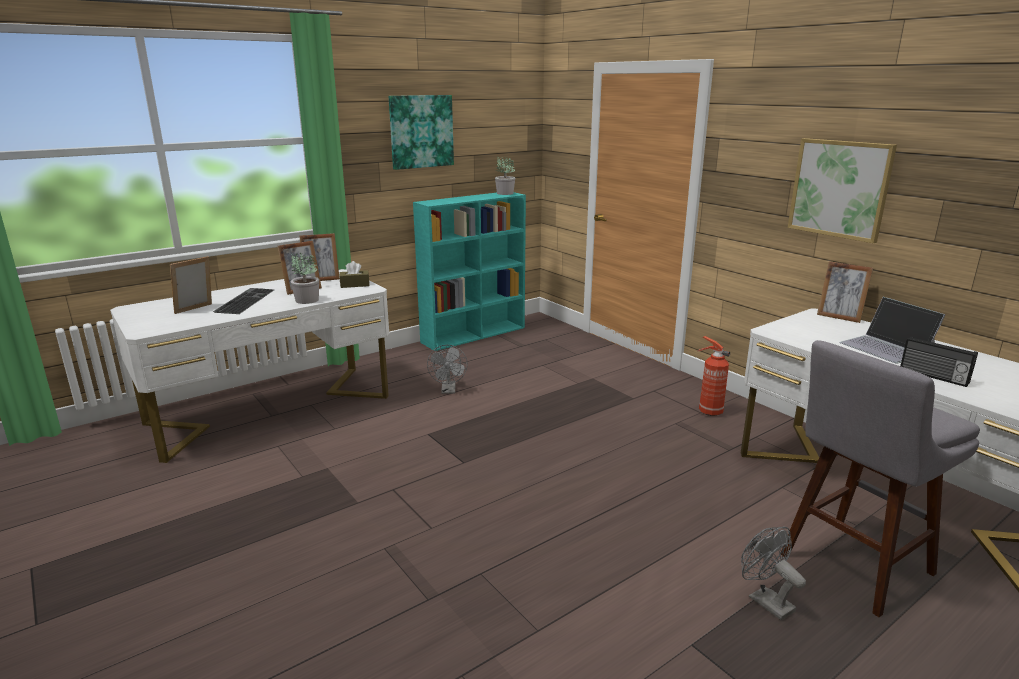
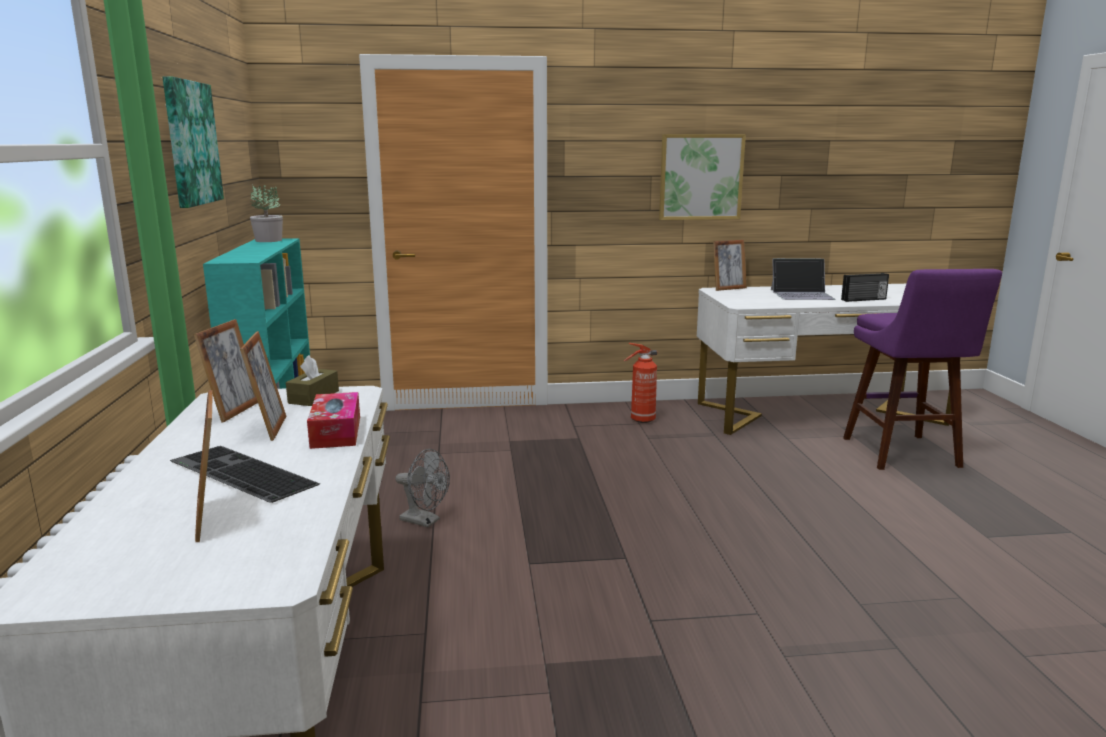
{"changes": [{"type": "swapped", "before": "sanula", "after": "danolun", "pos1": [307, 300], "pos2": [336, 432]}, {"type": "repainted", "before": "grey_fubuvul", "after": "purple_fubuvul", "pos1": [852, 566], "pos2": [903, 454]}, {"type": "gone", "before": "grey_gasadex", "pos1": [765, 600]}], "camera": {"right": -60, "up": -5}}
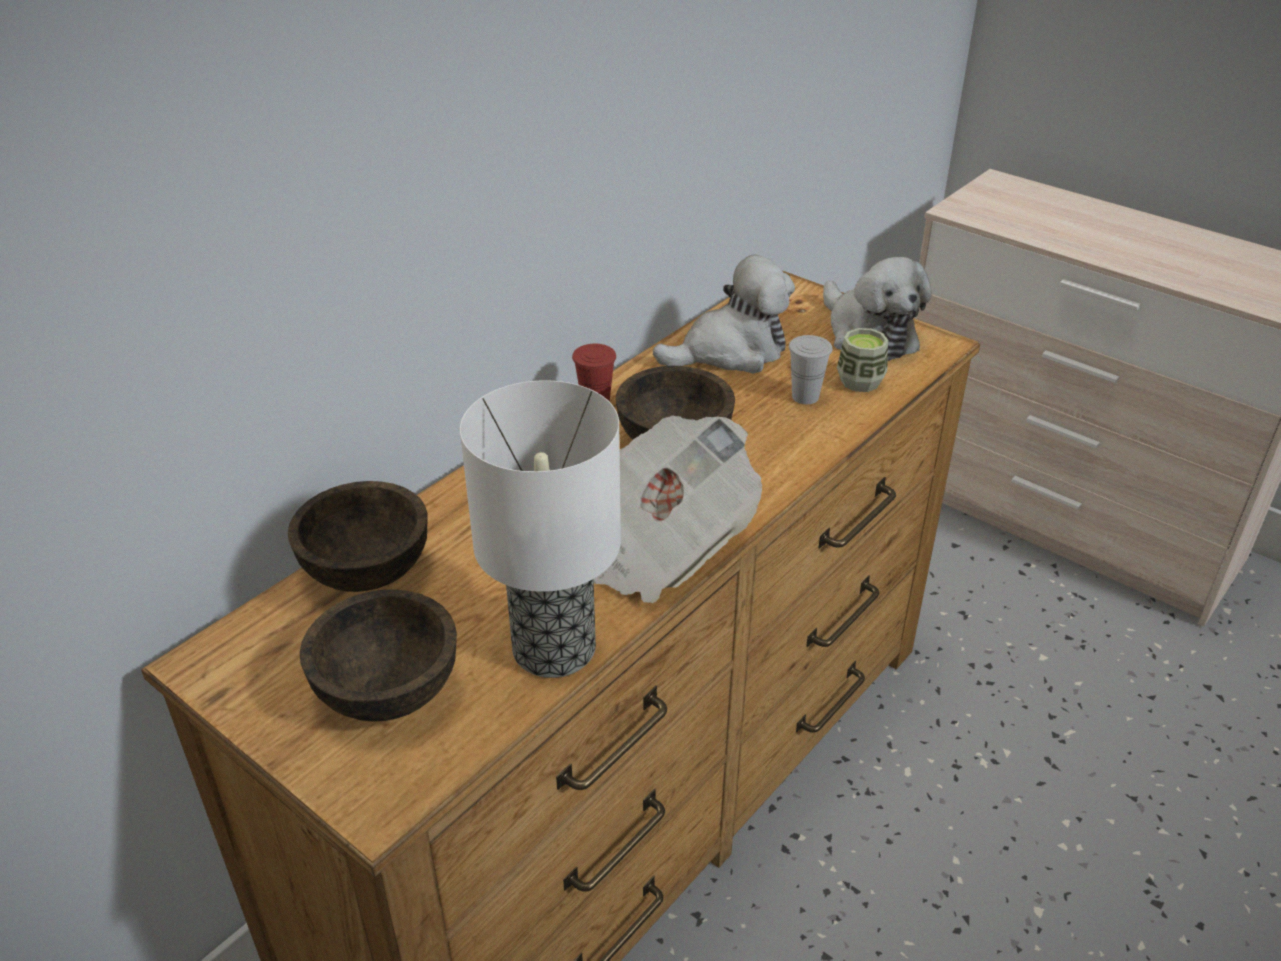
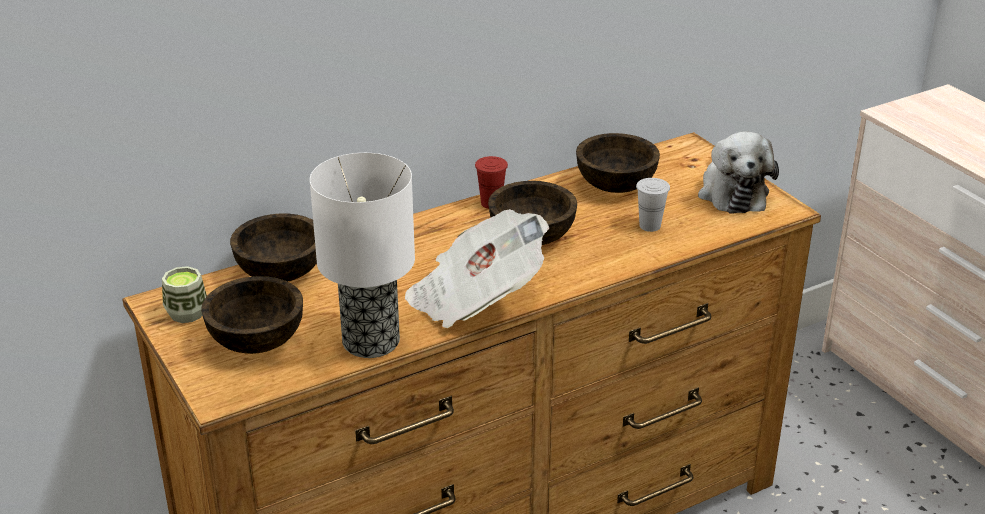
{"changes": [{"type": "swapped", "before": "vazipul", "after": "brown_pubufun", "pos1": [730, 352], "pos2": [615, 185]}, {"type": "shifted", "before": "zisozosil", "pos1": [860, 381], "pos2": [187, 313]}], "camera": {"right": 20, "up": -5}}
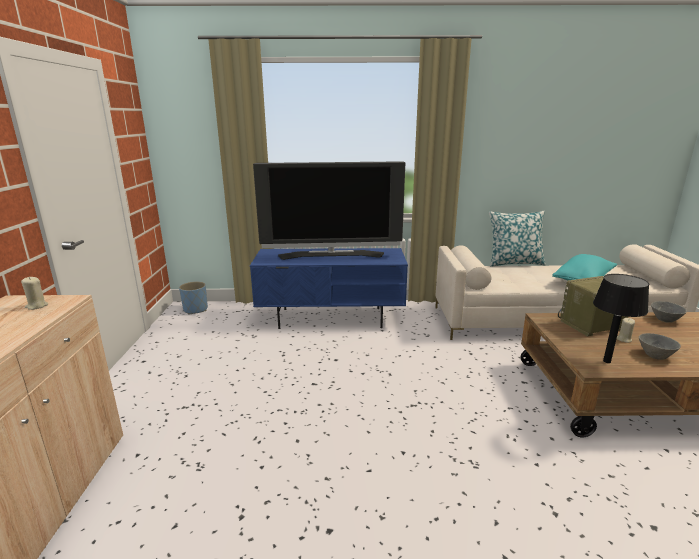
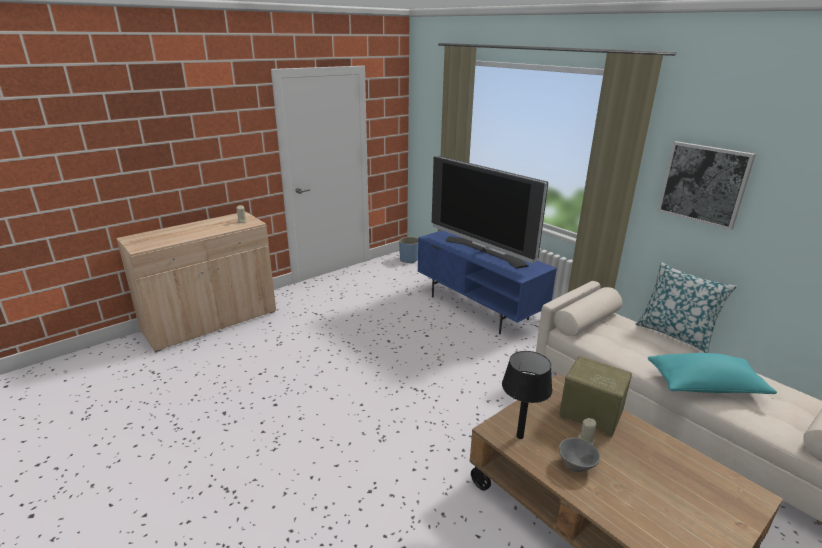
{"changes": [{"type": "gone", "before": "grey_pubufun", "pos1": [664, 319]}, {"type": "new", "after": "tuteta", "pos2": [704, 184]}], "camera": {"right": 50, "up": 5}}
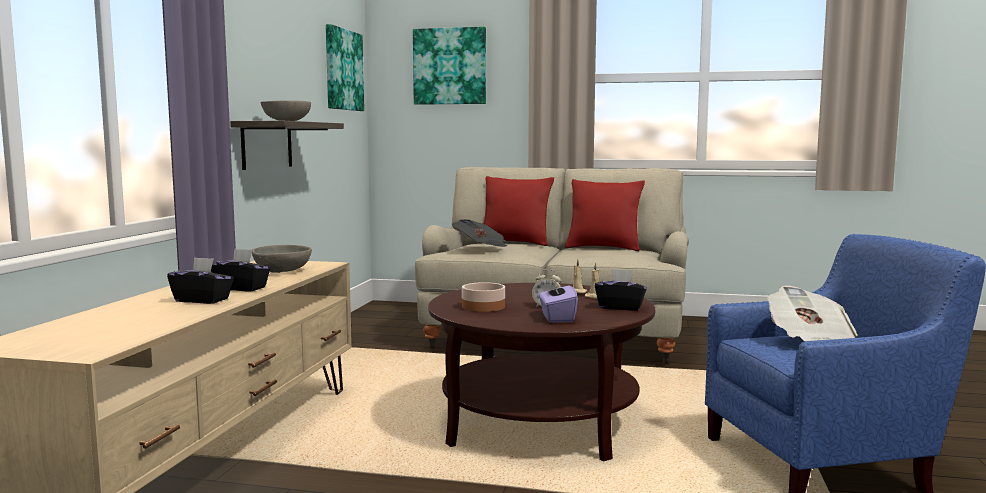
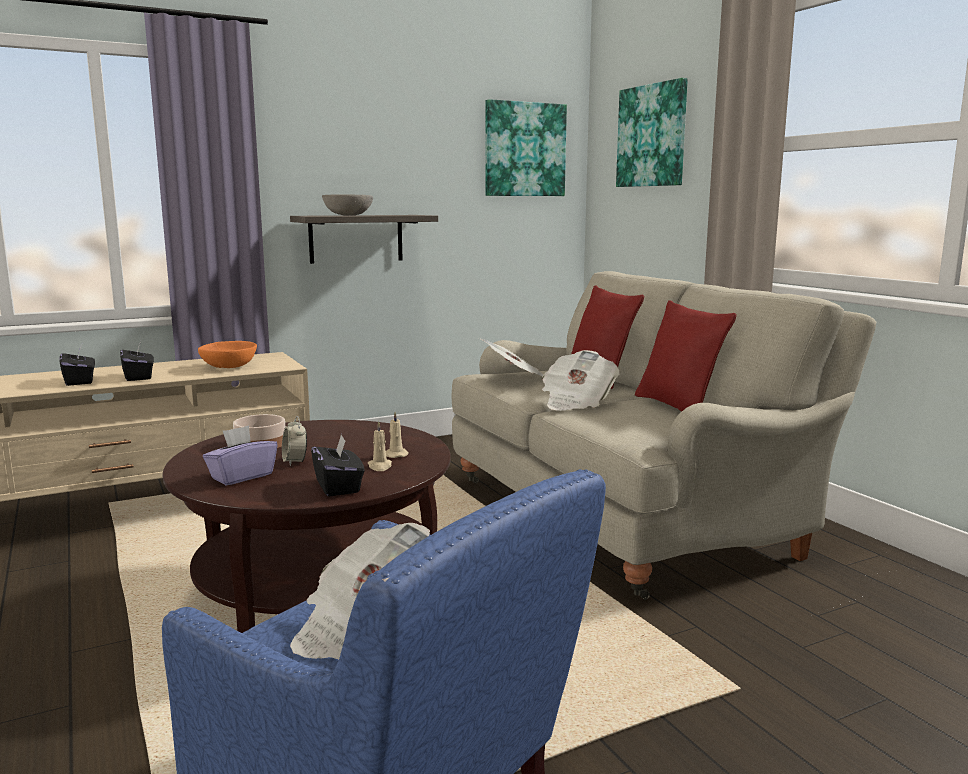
{"changes": [{"type": "repainted", "before": "grey_pubufun", "after": "orange_pubufun", "pos1": [282, 271], "pos2": [228, 367]}, {"type": "new", "after": "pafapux", "pos2": [576, 402]}], "camera": {"right": 50, "up": 5}}
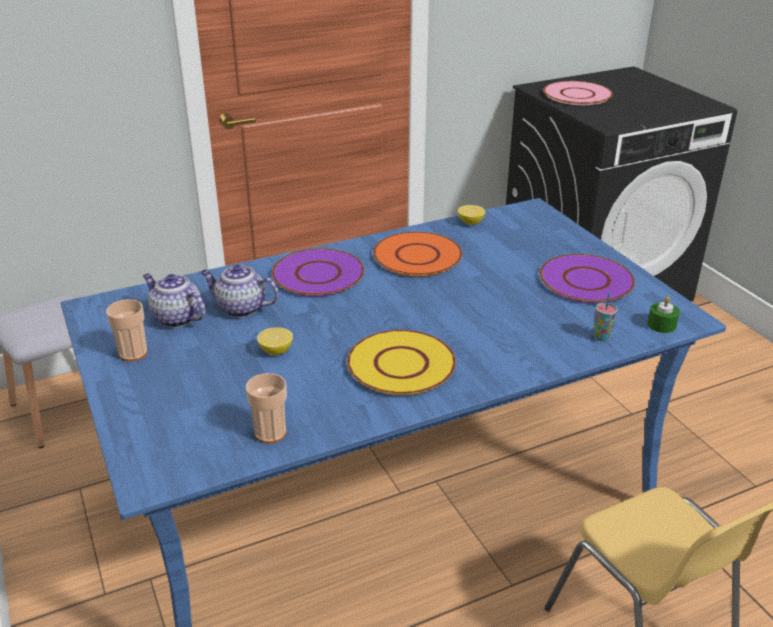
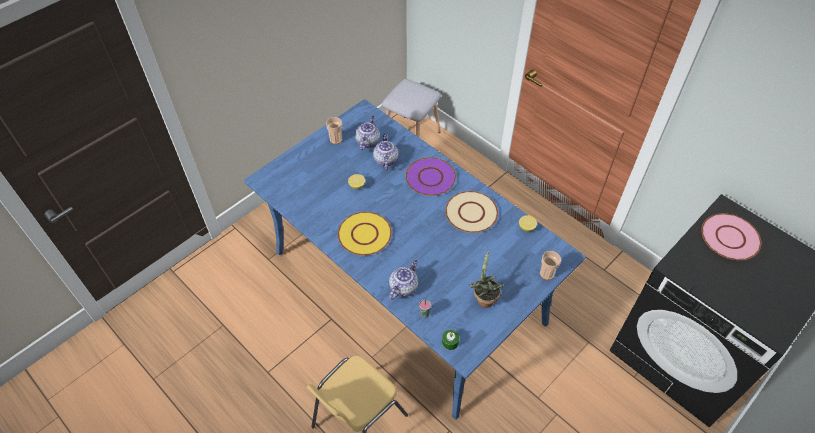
{"changes": [{"type": "repainted", "before": "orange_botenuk", "after": "beige_botenuk", "pos1": [417, 256], "pos2": [471, 212]}, {"type": "swapped", "before": "purple_botenuk", "after": "sanula", "pos1": [586, 280], "pos2": [484, 298]}, {"type": "shifted", "before": "zisozosil", "pos1": [270, 433], "pos2": [546, 274]}, {"type": "new", "after": "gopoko", "pos2": [403, 287]}], "camera": {"right": 70, "up": 20}}
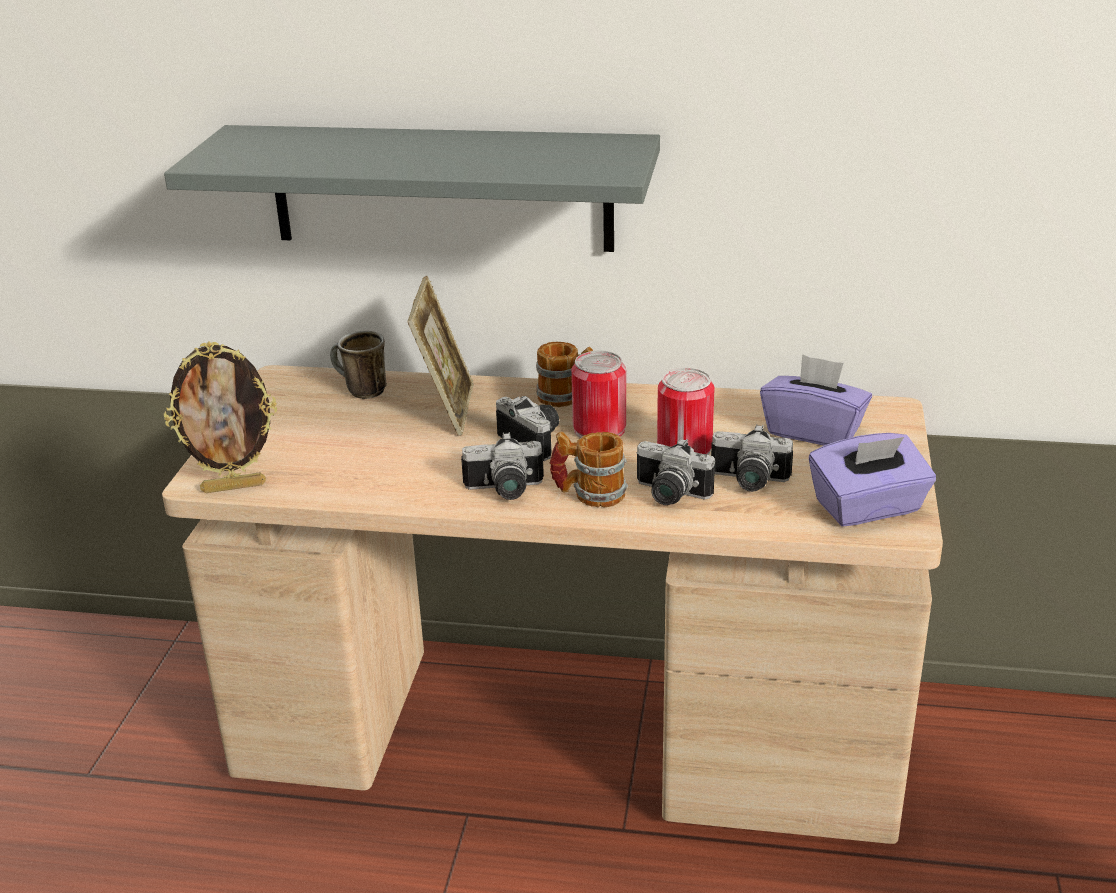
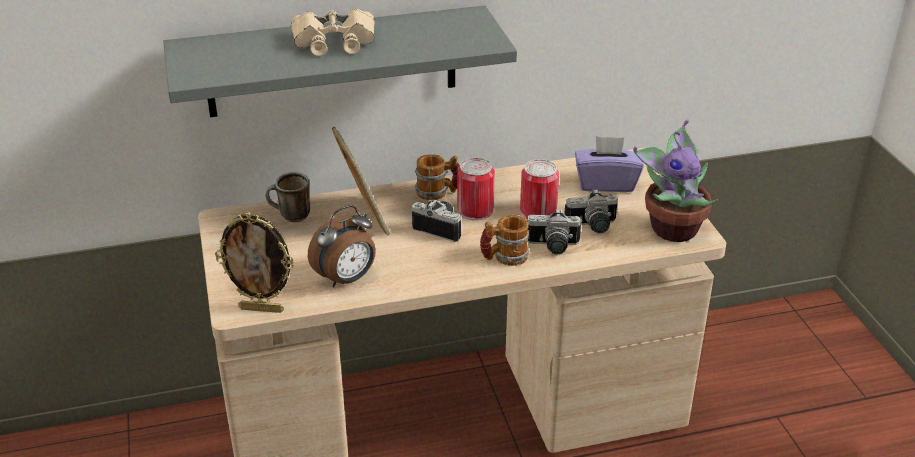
{"changes": [{"type": "rotated", "before": "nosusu", "pos1": [234, 486], "pos2": [262, 309], "turn": 45}, {"type": "gone", "before": "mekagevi", "pos1": [504, 491]}, {"type": "swapped", "before": "purple_danolun", "after": "sanula", "pos1": [868, 508], "pos2": [671, 228]}, {"type": "new", "after": "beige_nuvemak", "pos2": [334, 41]}, {"type": "new", "after": "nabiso", "pos2": [346, 279]}], "camera": {"right": -25, "up": 5}}
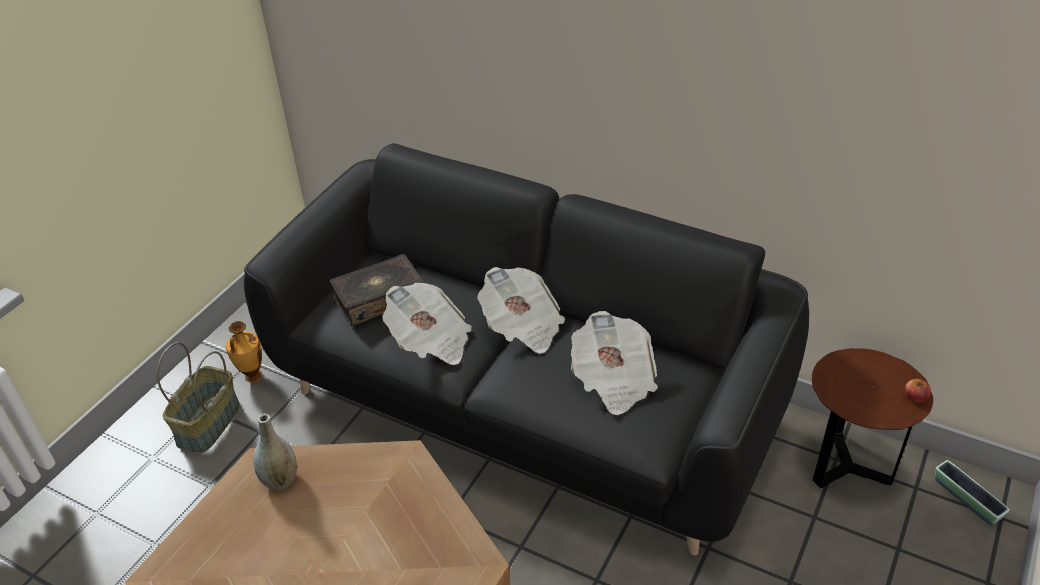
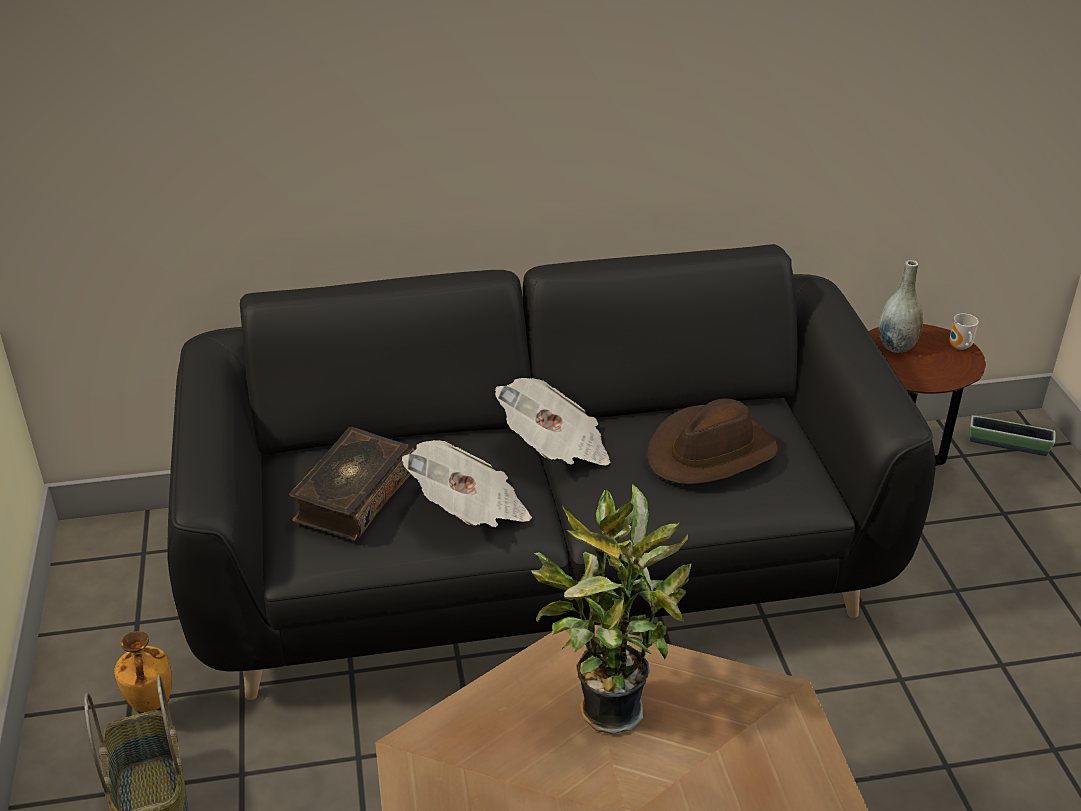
{"changes": [{"type": "swapped", "before": "pafapux", "after": "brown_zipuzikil", "pos1": [613, 380], "pos2": [711, 453]}, {"type": "swapped", "before": "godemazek", "after": "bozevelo", "pos1": [915, 396], "pos2": [959, 347]}, {"type": "shifted", "before": "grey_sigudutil", "pos1": [280, 480], "pos2": [896, 346]}, {"type": "new", "after": "sanula", "pos2": [604, 707]}], "camera": {"right": -40, "up": -5}}
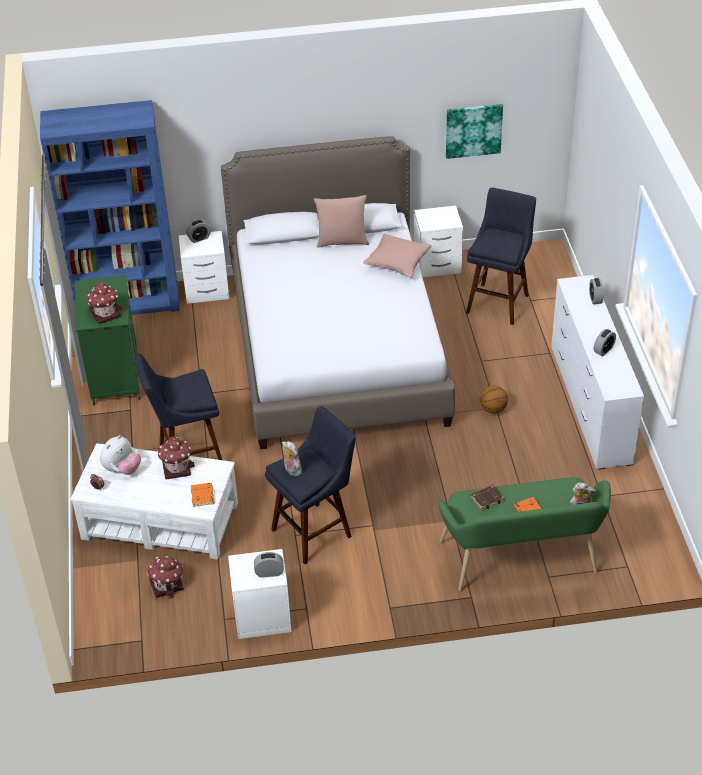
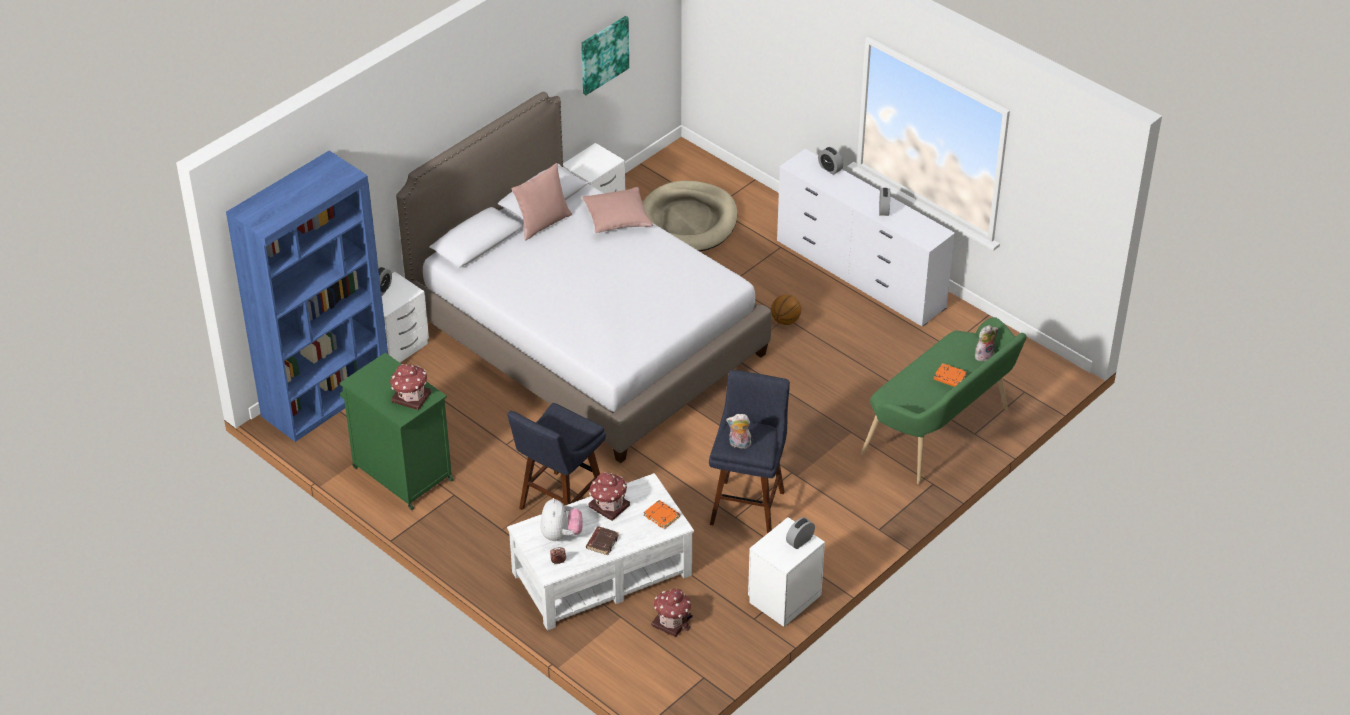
{"changes": [{"type": "swapped", "before": "blue_fubuvul", "after": "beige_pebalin", "pos1": [498, 301], "pos2": [687, 222]}, {"type": "shifted", "before": "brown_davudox", "pos1": [487, 499], "pos2": [602, 542]}], "camera": {"right": -40, "up": 0}}
